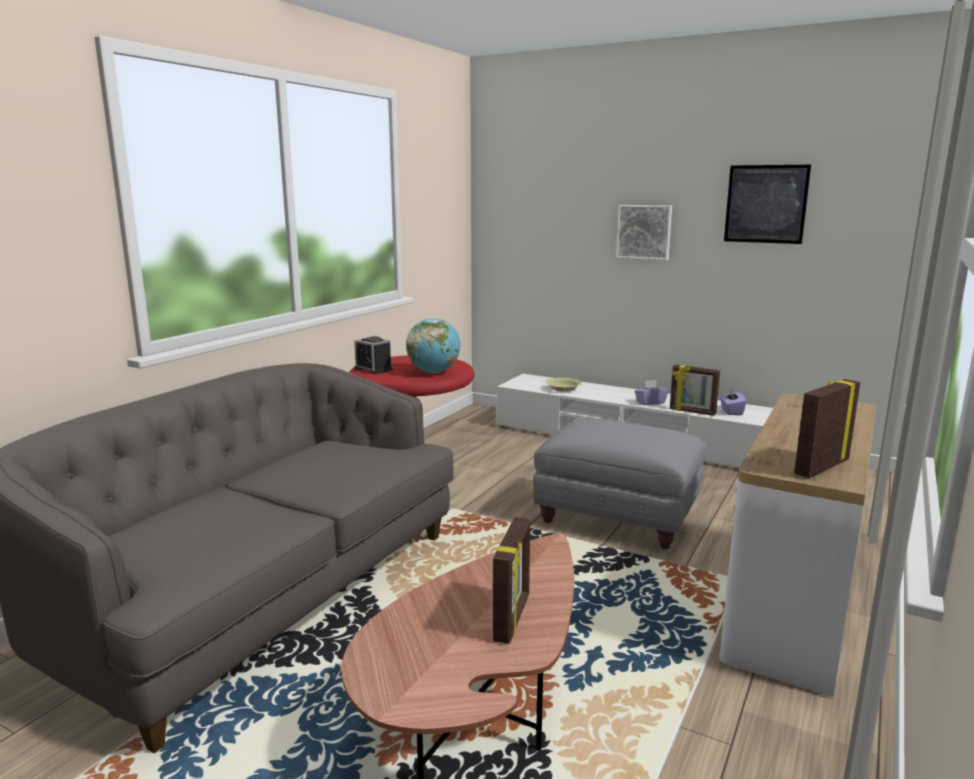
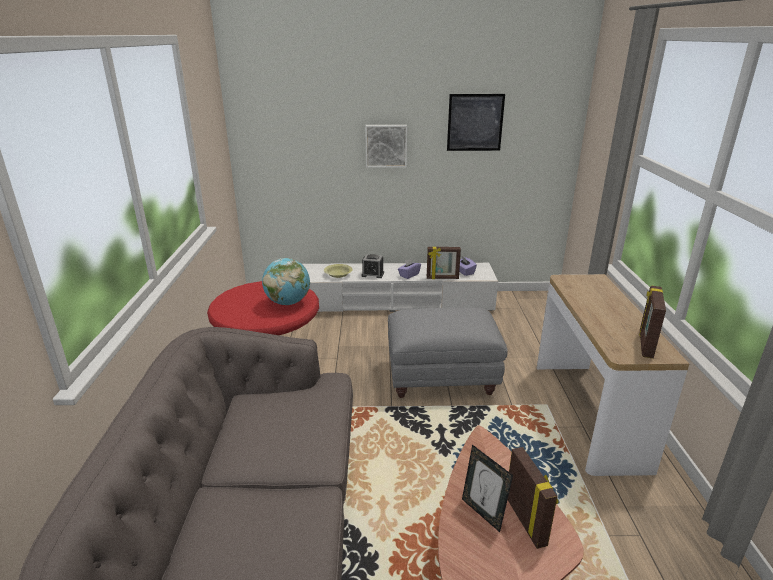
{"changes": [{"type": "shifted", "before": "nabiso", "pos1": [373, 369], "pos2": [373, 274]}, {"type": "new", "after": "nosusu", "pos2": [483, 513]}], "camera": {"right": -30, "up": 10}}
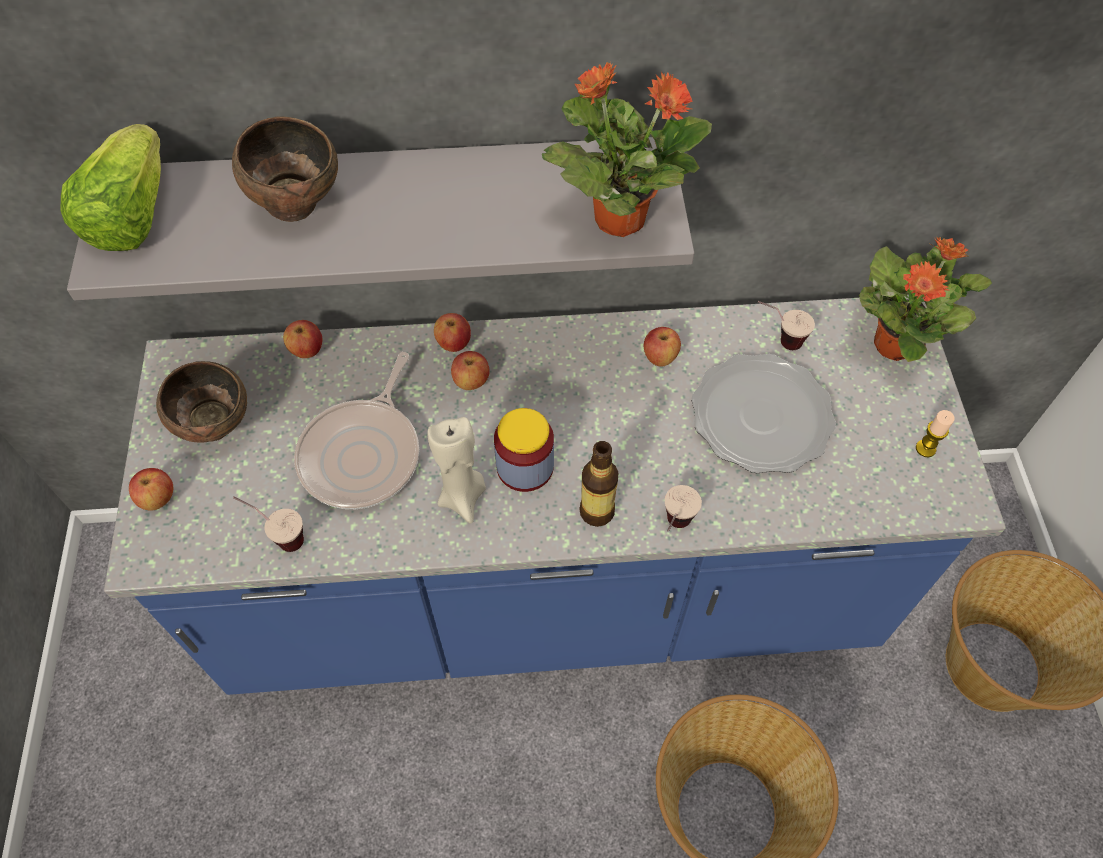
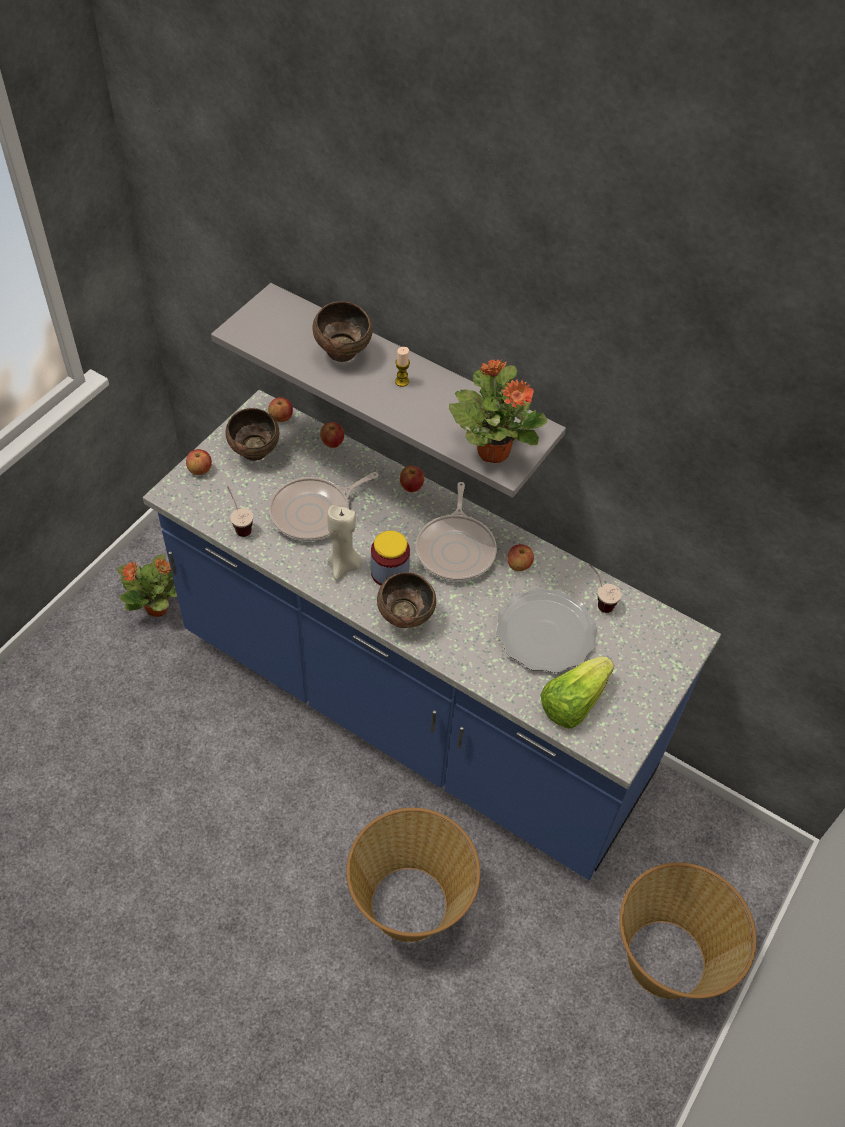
{"changes": [{"type": "shifted", "before": "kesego", "pos1": [131, 216], "pos2": [573, 702]}, {"type": "shifted", "before": "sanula", "pos1": [895, 344], "pos2": [158, 608]}, {"type": "shifted", "before": "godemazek", "pos1": [471, 381], "pos2": [281, 418]}, {"type": "shifted", "before": "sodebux", "pos1": [925, 448], "pos2": [402, 381]}, {"type": "swapped", "before": "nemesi", "after": "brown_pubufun", "pos1": [597, 511], "pos2": [406, 619]}, {"type": "gone", "before": "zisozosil", "pos1": [673, 530]}, {"type": "new", "after": "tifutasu", "pos2": [456, 549]}], "camera": {"right": 35, "up": -5}}
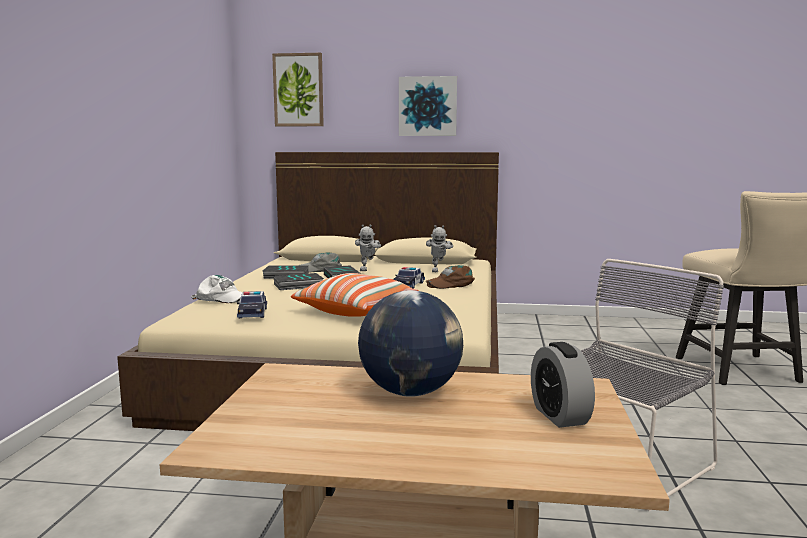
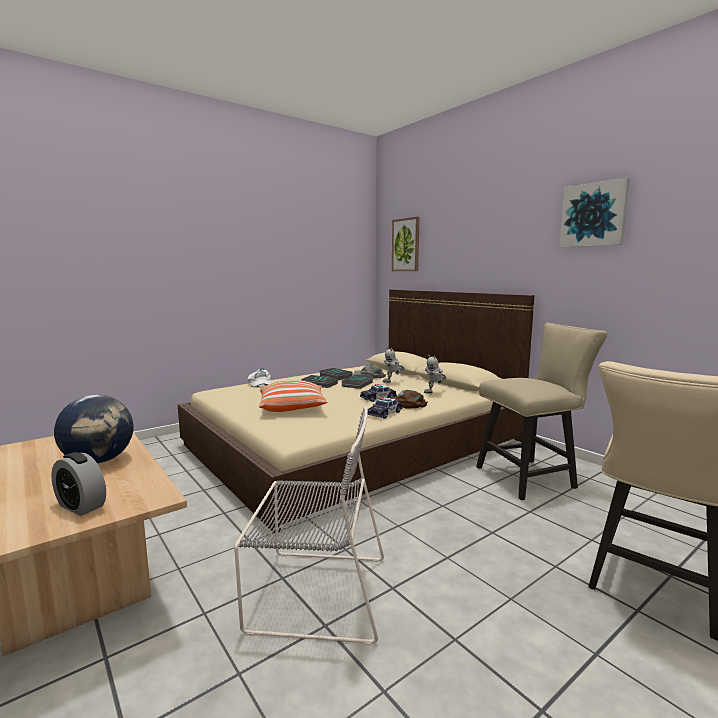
{"changes": [{"type": "shifted", "before": "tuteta", "pos1": [427, 106], "pos2": [593, 215]}, {"type": "shifted", "before": "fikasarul", "pos1": [252, 313], "pos2": [385, 413]}, {"type": "rotated", "before": "nabiso", "pos1": [559, 416], "pos2": [81, 506], "turn": -90}, {"type": "new", "after": "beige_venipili", "pos2": [531, 477]}], "camera": {"right": 45, "up": 0}}
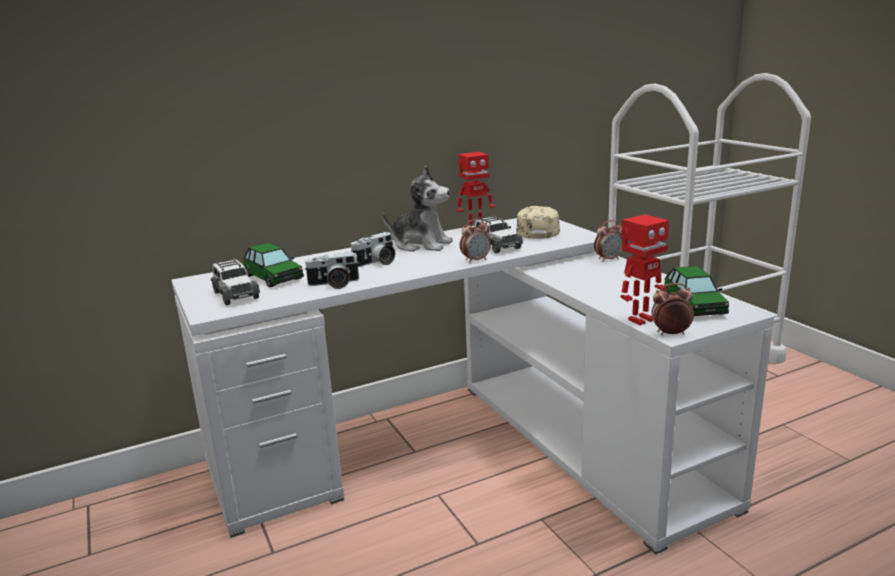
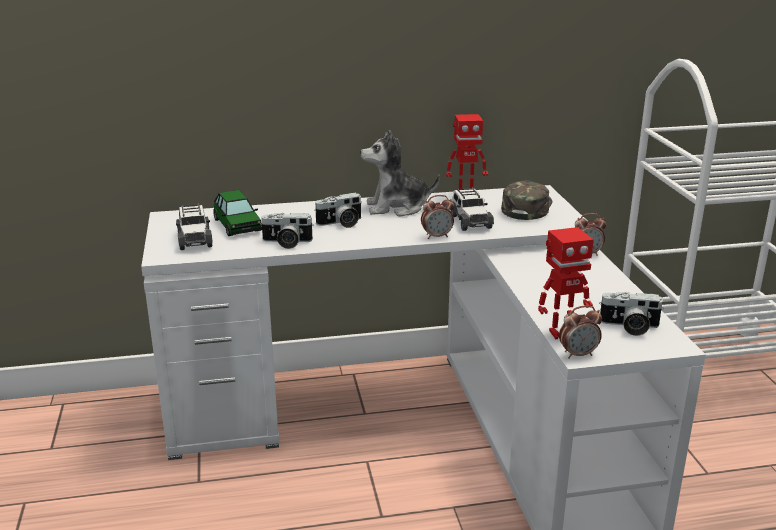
{"changes": [{"type": "rotated", "before": "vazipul", "pos1": [421, 244], "pos2": [397, 207], "turn": 135}, {"type": "repainted", "before": "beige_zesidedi", "after": "green_zesidedi", "pos1": [536, 230], "pos2": [526, 207]}, {"type": "swapped", "before": "fikasarul", "after": "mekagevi", "pos1": [693, 306], "pos2": [629, 327]}, {"type": "rotated", "before": "nabiso", "pos1": [670, 333], "pos2": [578, 354], "turn": 150}], "camera": {"right": 15, "up": 5}}
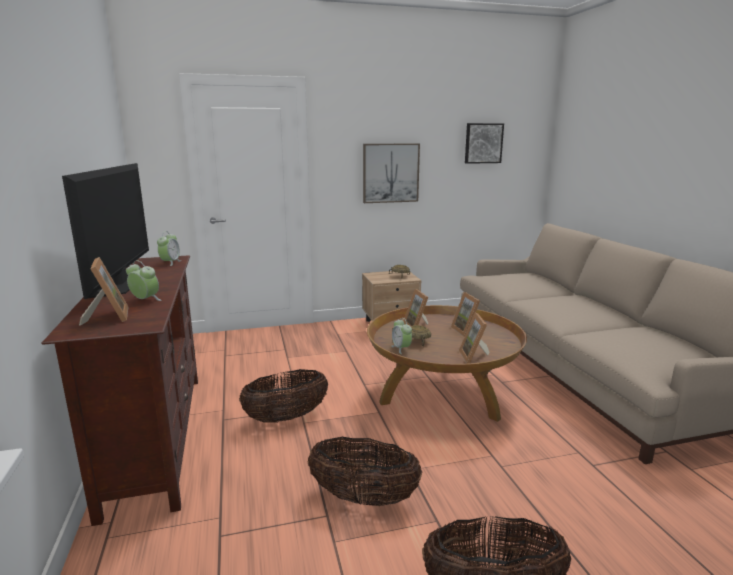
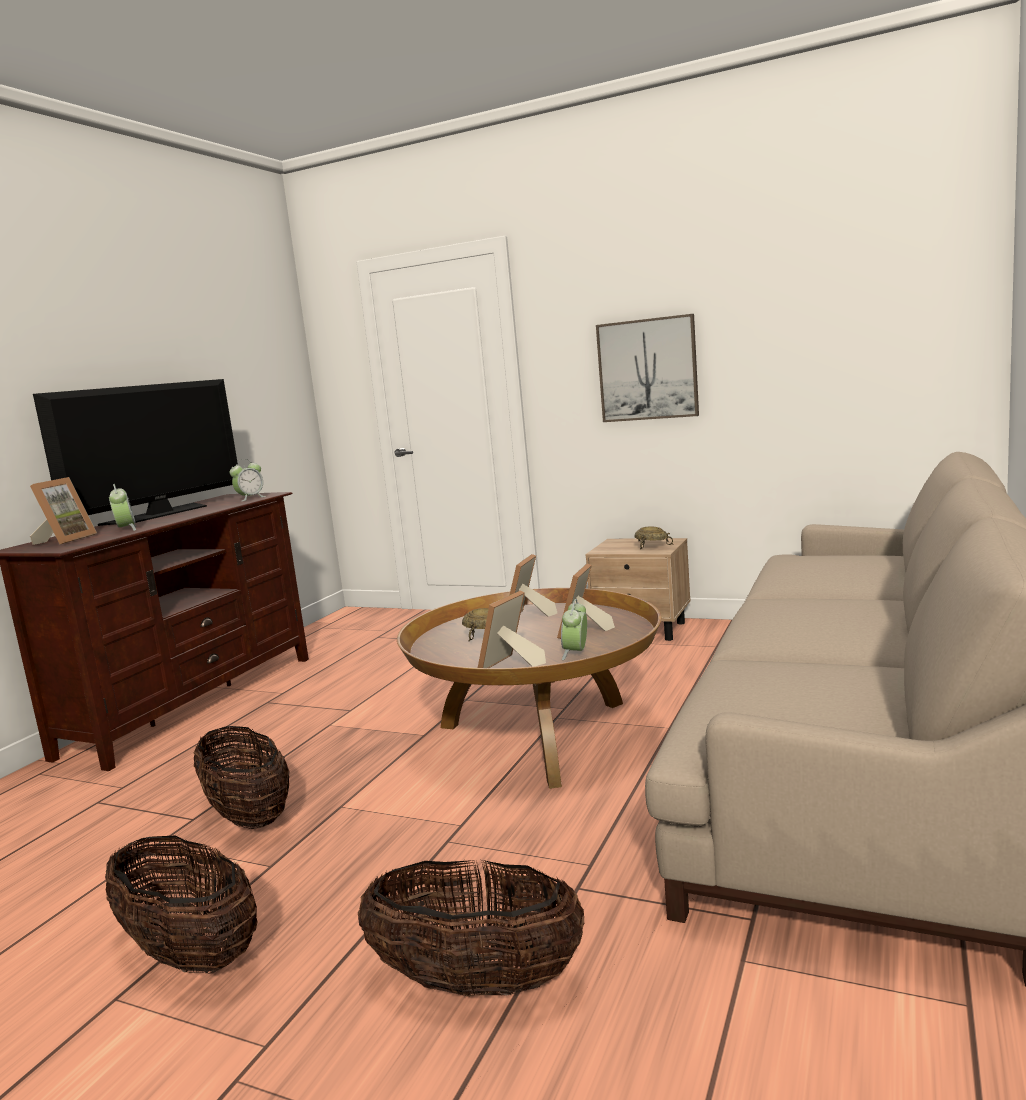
{"changes": [{"type": "gone", "before": "tuteta", "pos1": [483, 143]}, {"type": "shifted", "before": "nabiso", "pos1": [401, 349], "pos2": [576, 653]}, {"type": "shifted", "before": "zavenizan", "pos1": [286, 417], "pos2": [477, 982]}], "camera": {"right": 40, "up": -5}}
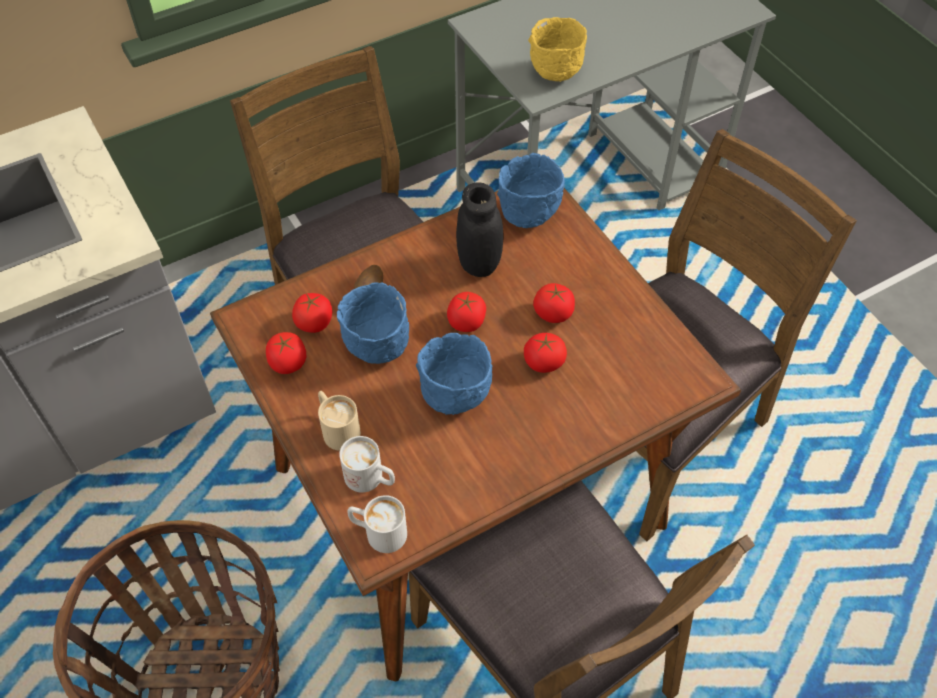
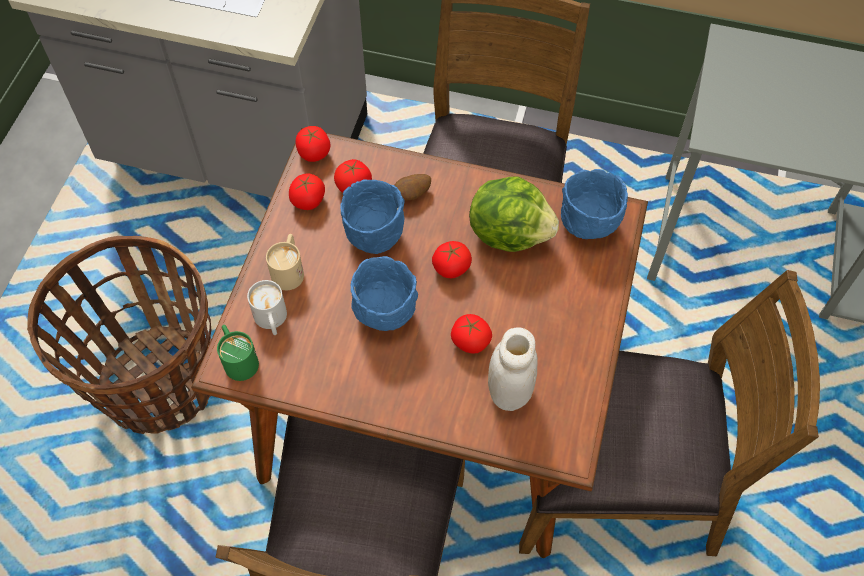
{"changes": [{"type": "gone", "before": "yellow_pubufun", "pos1": [554, 73]}, {"type": "swapped", "before": "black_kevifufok", "after": "kesego", "pos1": [479, 263], "pos2": [509, 232]}, {"type": "shifted", "before": "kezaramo", "pos1": [553, 313], "pos2": [314, 153]}, {"type": "repainted", "before": "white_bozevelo", "after": "green_bozevelo", "pos1": [378, 532], "pos2": [238, 359]}, {"type": "new", "after": "white_kevifufok", "pos2": [509, 392]}], "camera": {"right": 45, "up": 5}}
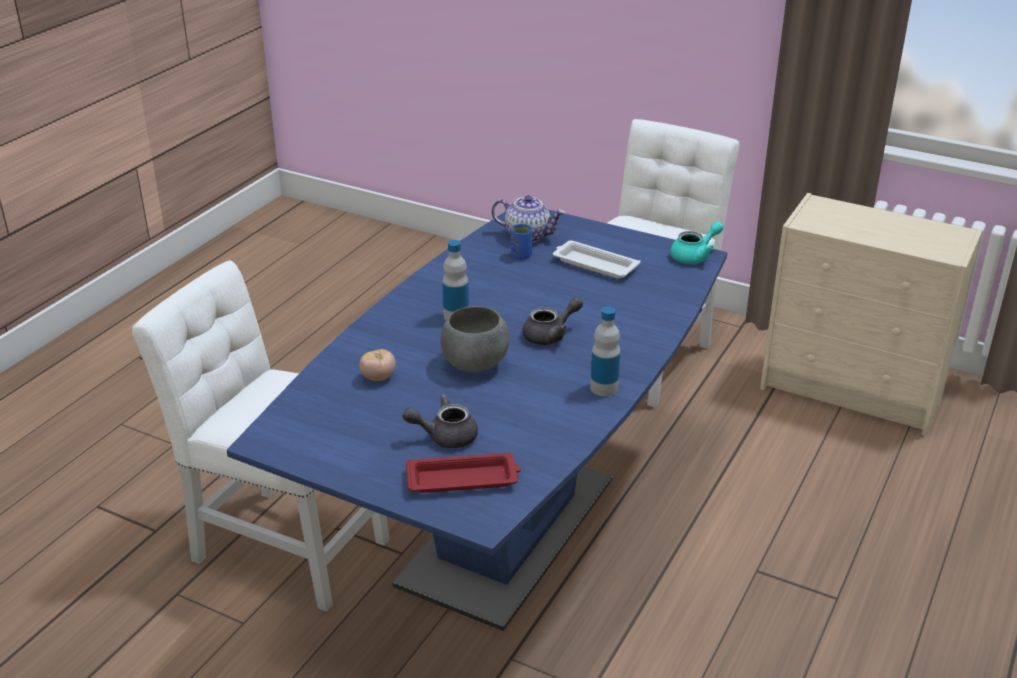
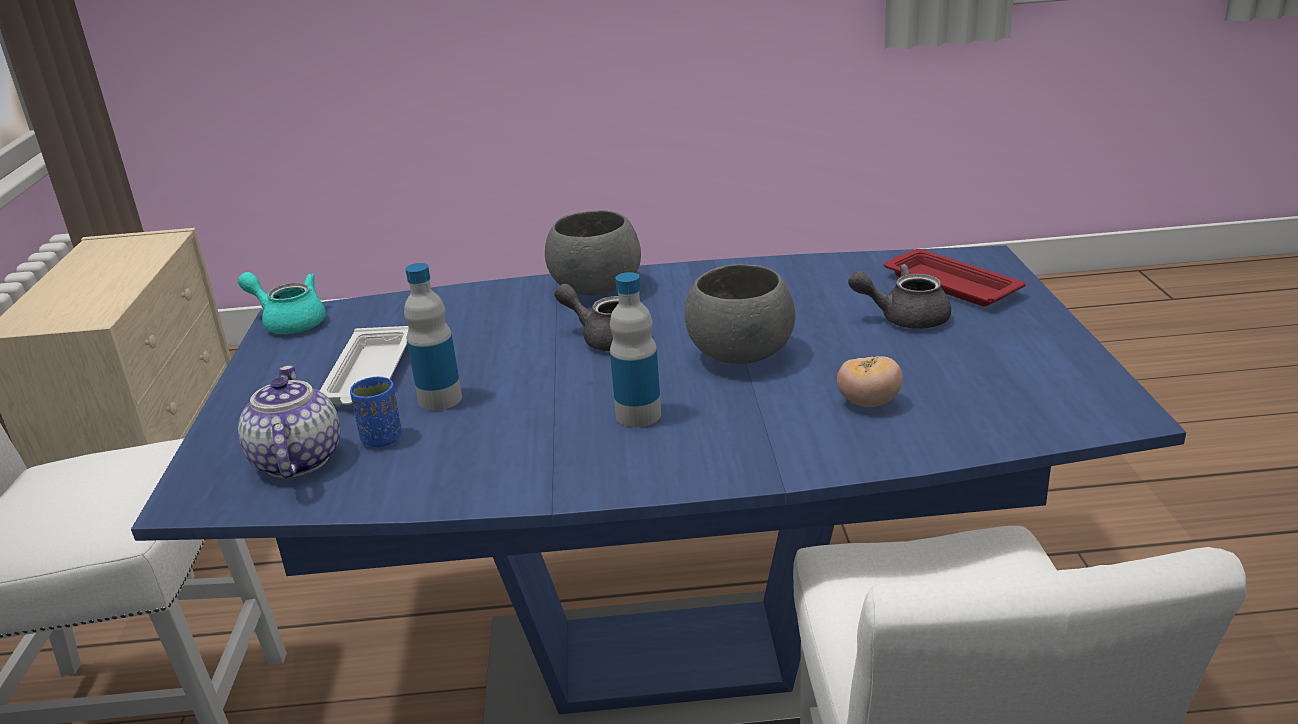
{"changes": [{"type": "shifted", "before": "nemesi", "pos1": [604, 388], "pos2": [440, 399]}, {"type": "rotated", "before": "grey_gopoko", "pos1": [445, 436], "pos2": [904, 318], "turn": 135}, {"type": "new", "after": "grey_pubufun", "pos2": [596, 289]}], "camera": {"right": -120, "up": -5}}
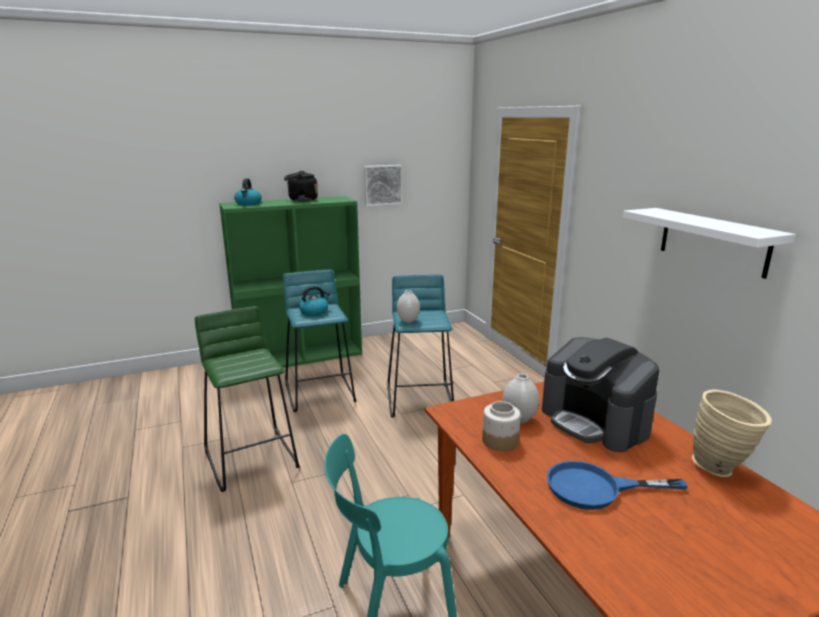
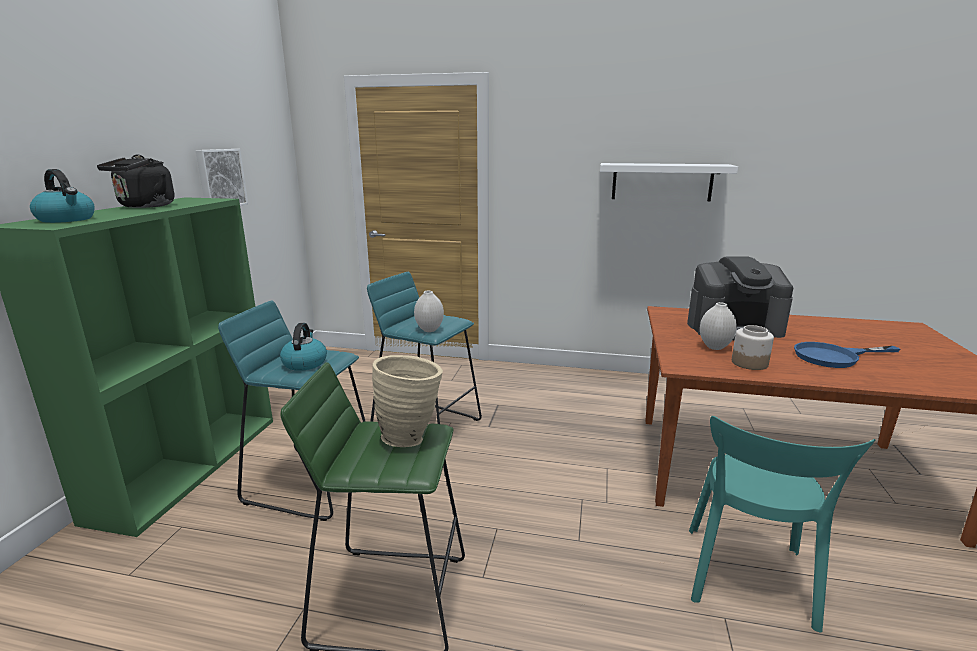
{"changes": [{"type": "shifted", "before": "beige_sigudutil", "pos1": [721, 468], "pos2": [411, 437]}, {"type": "rotated", "before": "blue_tifutasu", "pos1": [596, 488], "pos2": [834, 357], "turn": 45}], "camera": {"right": -55, "up": 0}}
